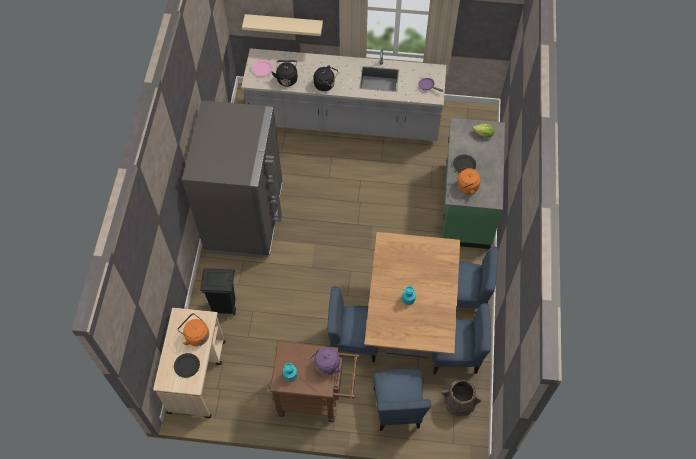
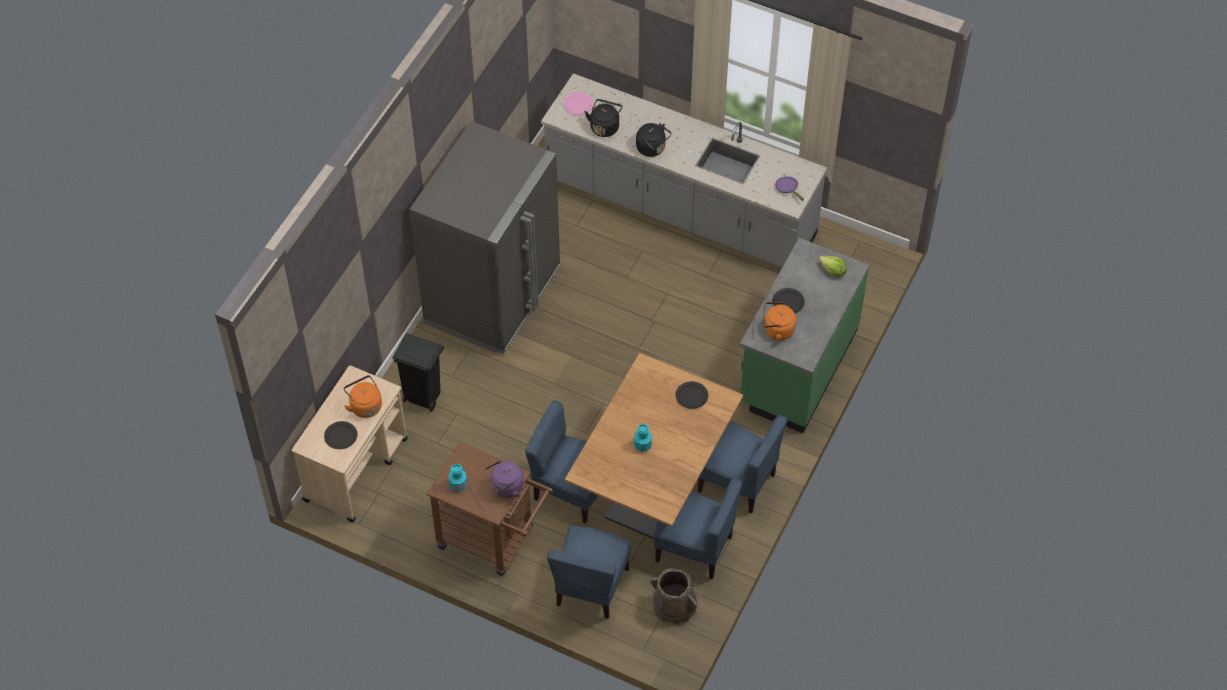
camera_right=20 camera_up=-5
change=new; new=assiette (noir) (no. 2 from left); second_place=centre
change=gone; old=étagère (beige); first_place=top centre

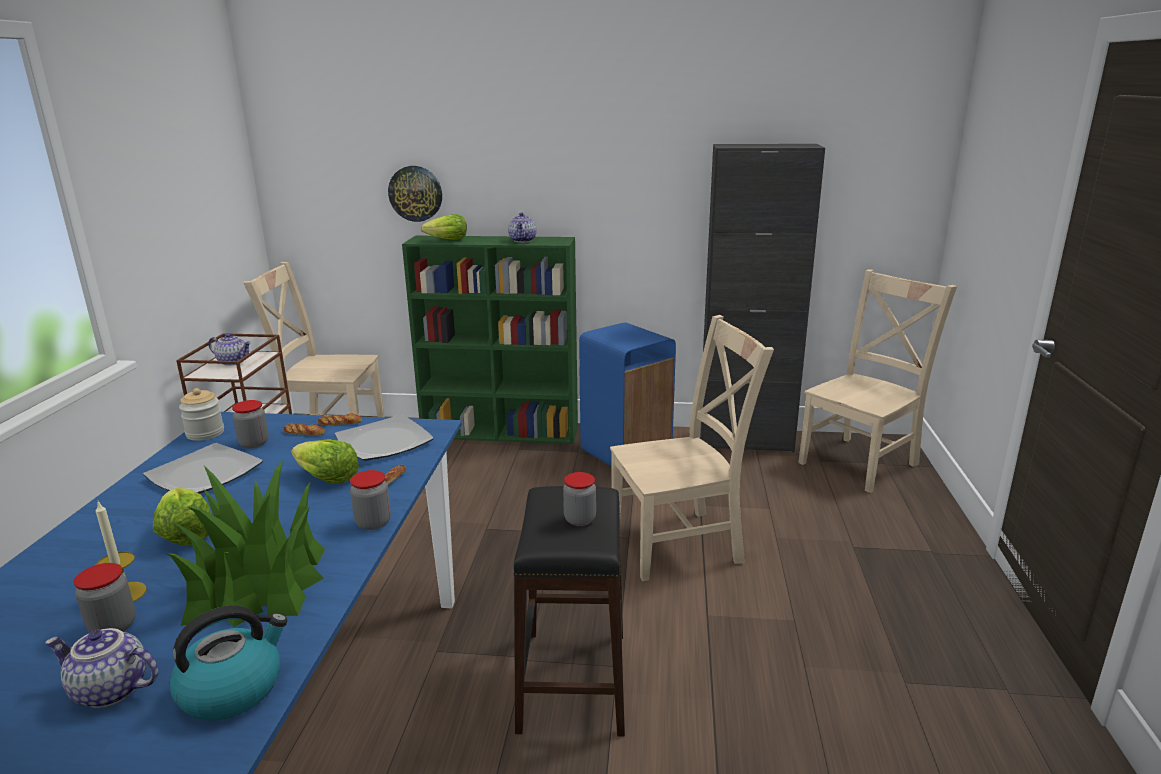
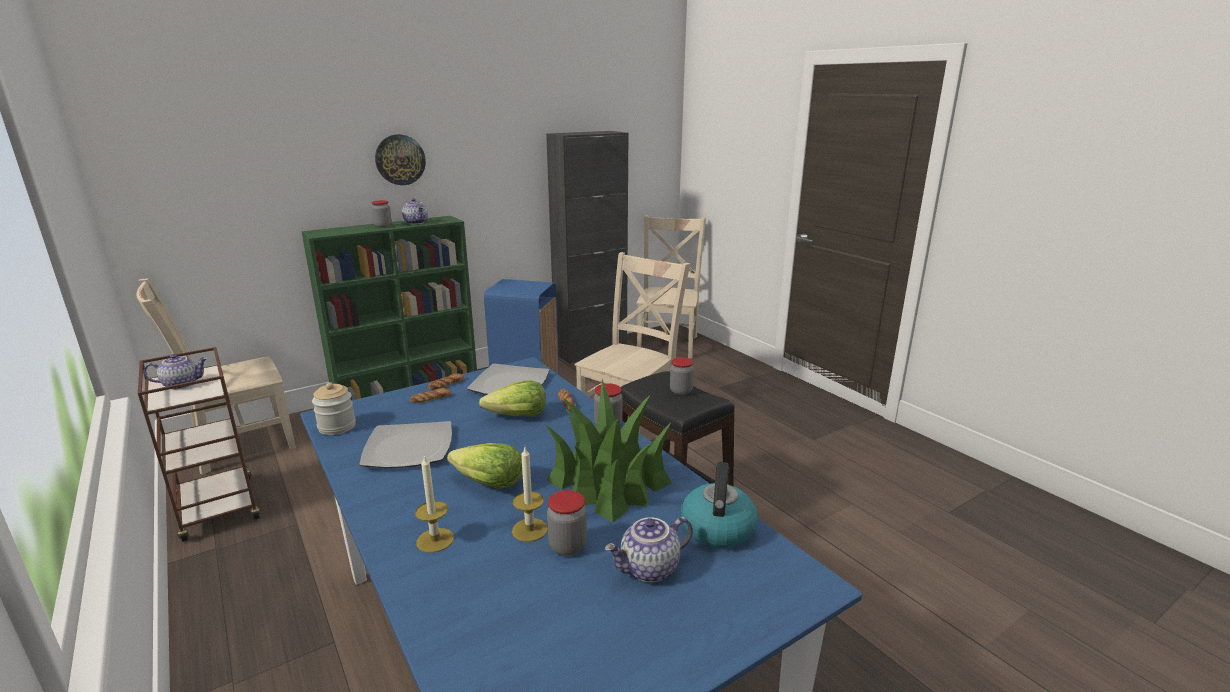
camera_right=-40 camera_up=0
change=shifted; old=bocal (no. 3 from left in the first image); new=bocal (no. 2 from left); first_place=middle left; second_place=top left
change=shifted; old=horloge murale; first_place=top centre; second_place=top left
change=new; new=bougie (no. 1 from left); second_place=bottom centre
change=gone; old=laitue (no. 3 from left); first_place=top centre

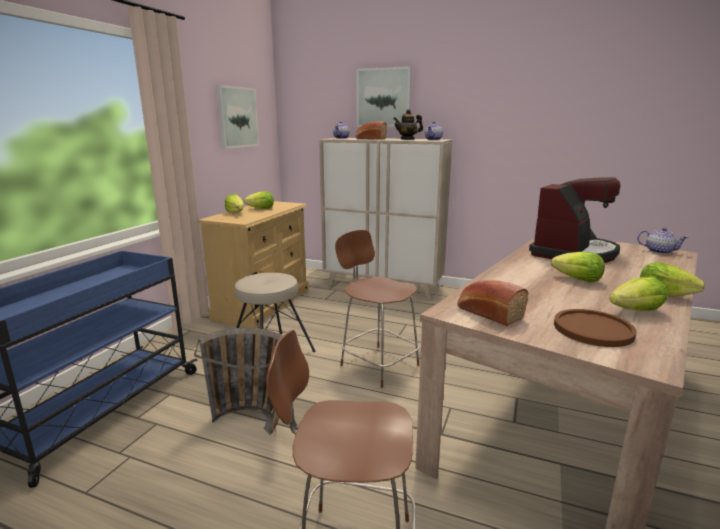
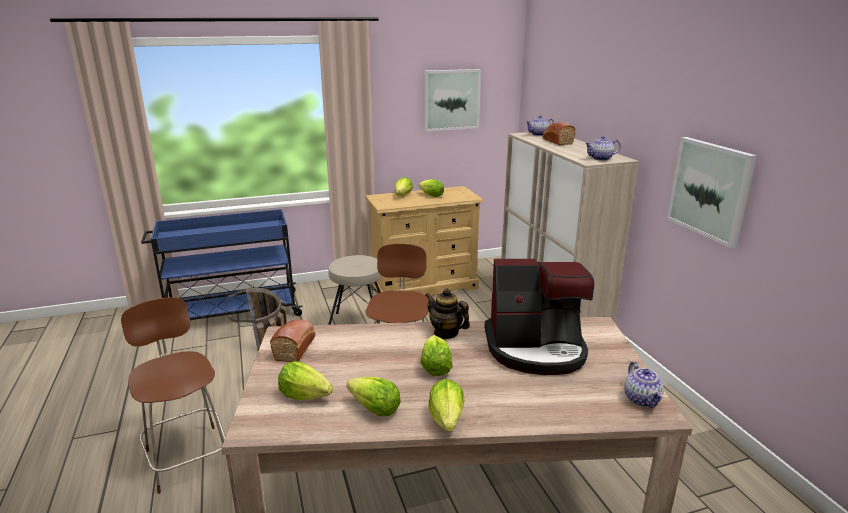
camera_right=50 camera_up=5
change=swapped; old=assiette (marron); new=laitue (no. 1 from left); first_place=middle right; second_place=bottom centre
change=shifted; old=théière (no. 2 from left in the first image); new=théière (no. 1 from left); first_place=top centre; second_place=centre
change=shifted; old=tableau (no. 2 from left); first_place=top centre; second_place=middle right

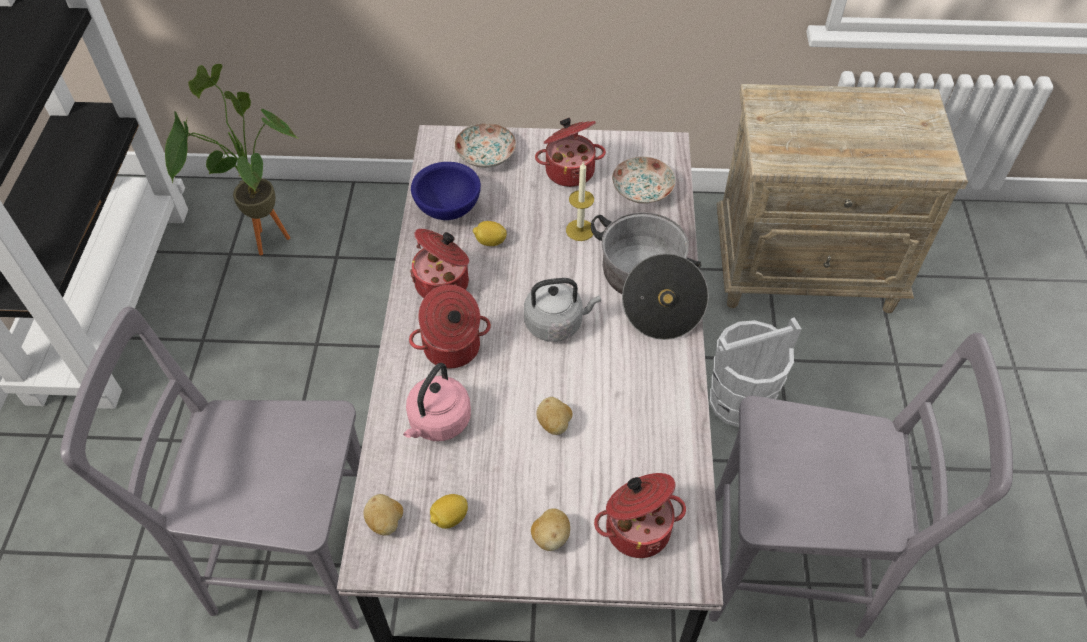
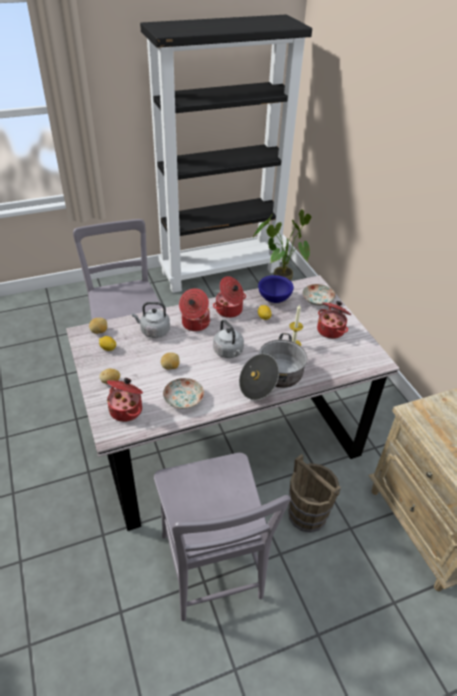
camera_right=65 camera_up=-10
change=repainted; old=bouilloire (rose); new=bouilloire (gris) (no. 1 from left); first_place=centre; second_place=middle left
change=shifted; old=assiette (no. 2 from left in the first image); new=assiette (no. 1 from left); first_place=top centre; second_place=centre
change=repainted; old=seau (blanc); new=seau (marron); first_place=middle right; second_place=bottom right

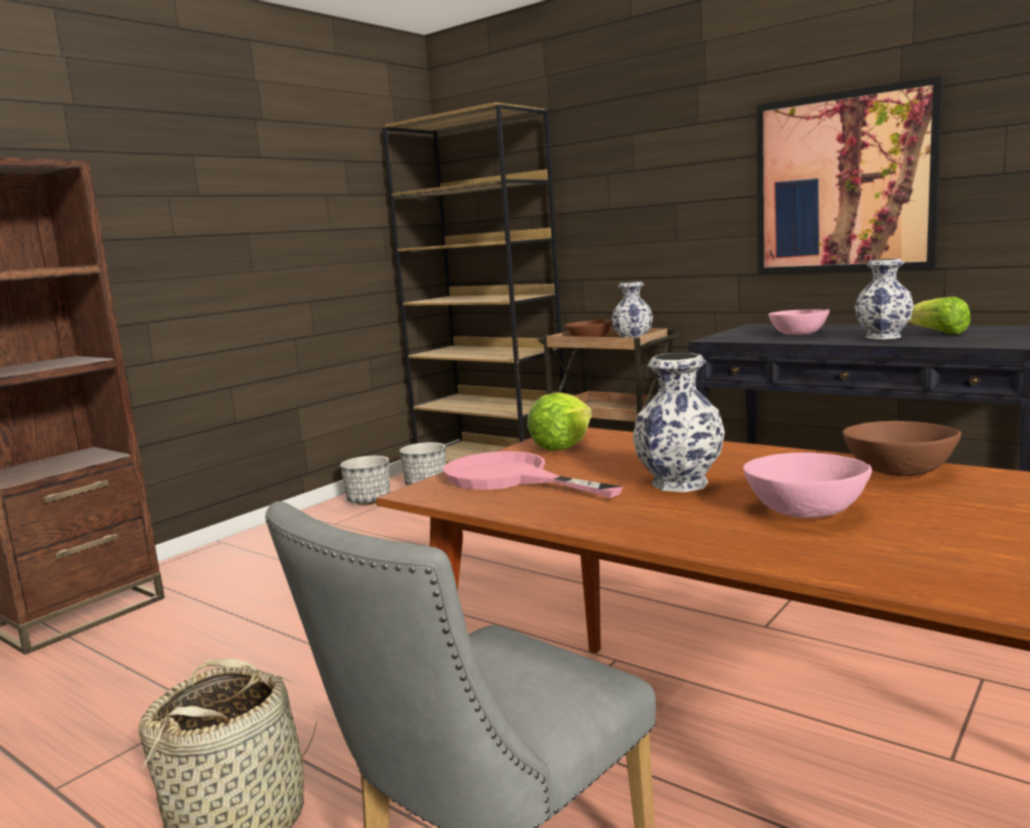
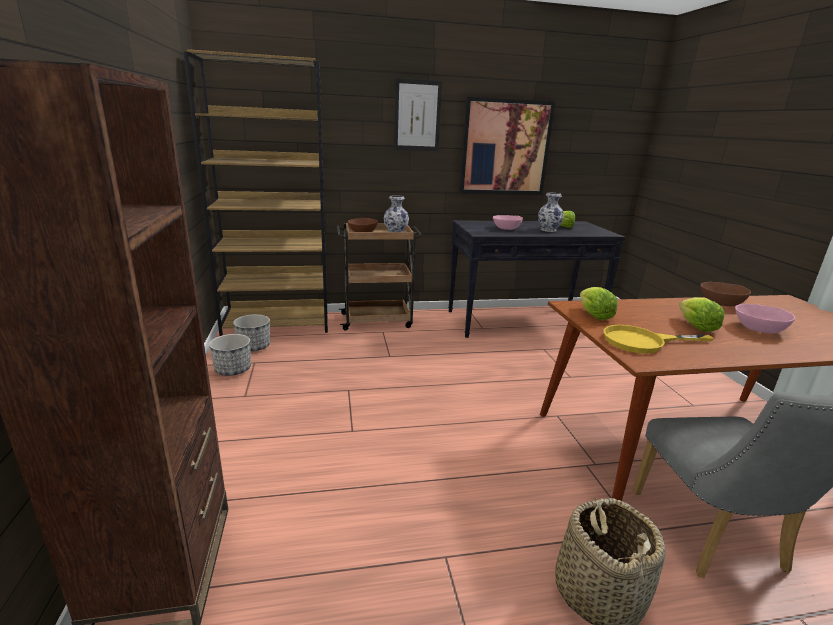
camera_right=-50 camera_up=10
change=new; new=tableau (no. 1 from left); second_place=top centre
change=repainted; old=poêle (rose); new=poêle (jaune); first_place=centre; second_place=middle right
change=swapped; old=vase (no. 2 from left); new=laitue (no. 3 from left); first_place=centre; second_place=middle right

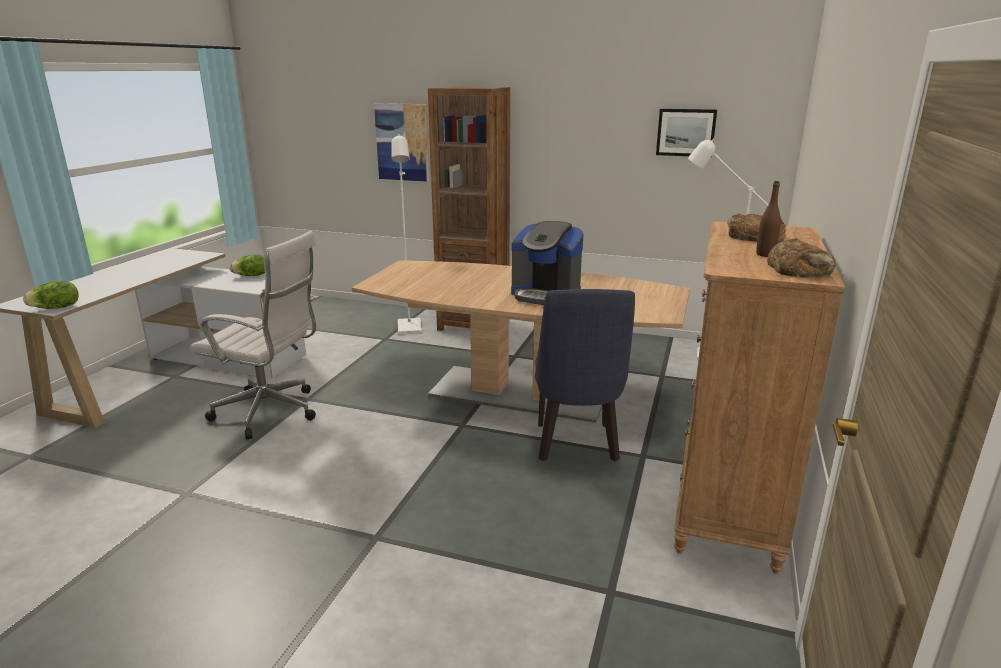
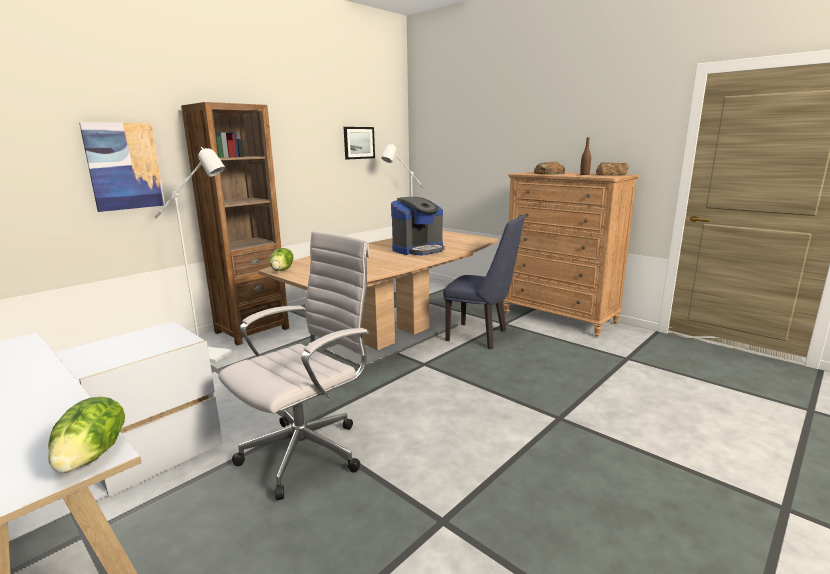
camera_right=-65 camera_up=-5
change=shifted; old=laitue (no. 2 from left); first_place=middle left; second_place=centre

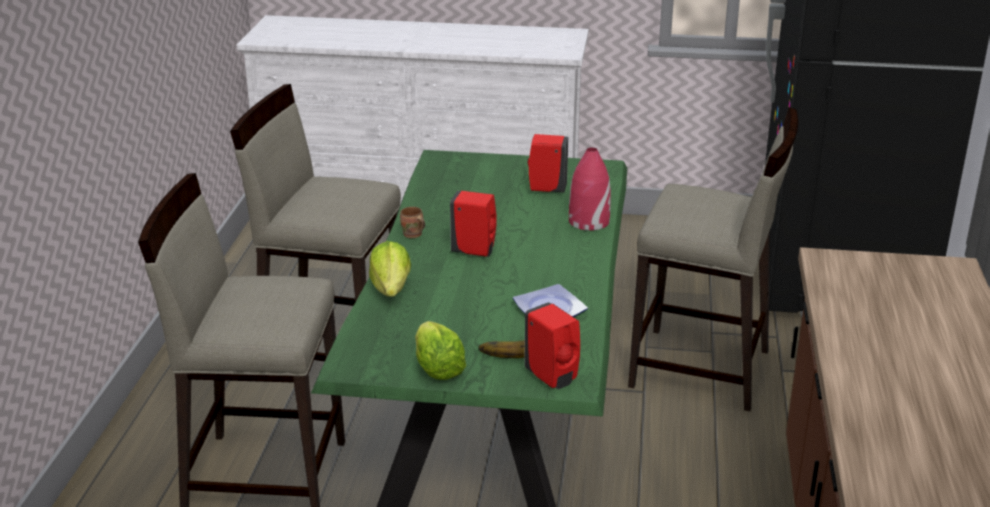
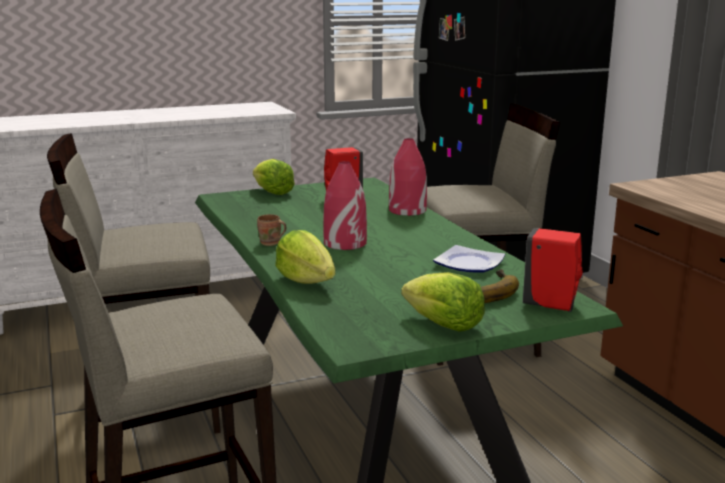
camera_right=-30 camera_up=-10
change=new; new=laitue (no. 1 from left); second_place=centre
change=swapped; old=distributeur de savon (rouge) (no. 1 from left); new=vase (rouge) (no. 1 from left); first_place=centre; second_place=centre

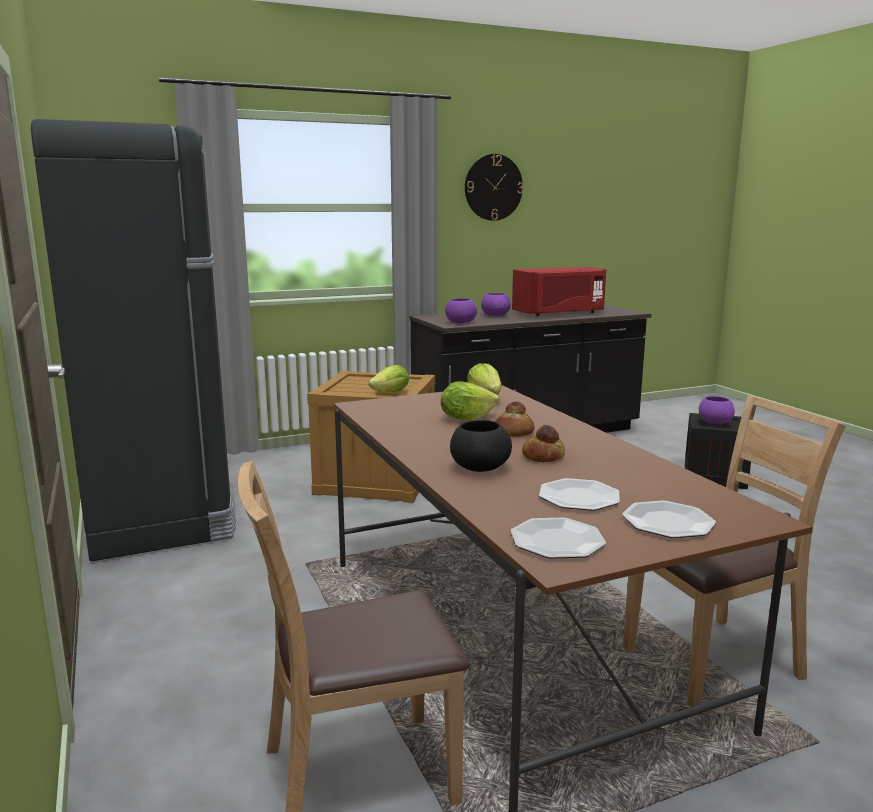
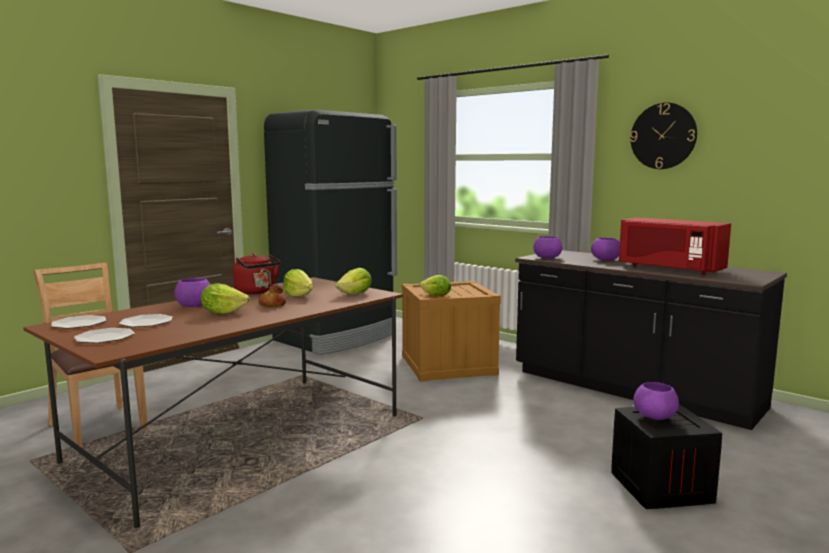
camera_right=65 camera_up=-5
change=repainted; old=bol (noir); new=bol (violet) (no. 1 from left); first_place=centre; second_place=middle left
change=swapped; old=pain (no. 2 from left); new=laitue (no. 1 from left); first_place=centre; second_place=middle left
change=new; new=bouilloire (rouge); second_place=middle left
change=gone; old=chaise (marron) (no. 2 from left); first_place=bottom right

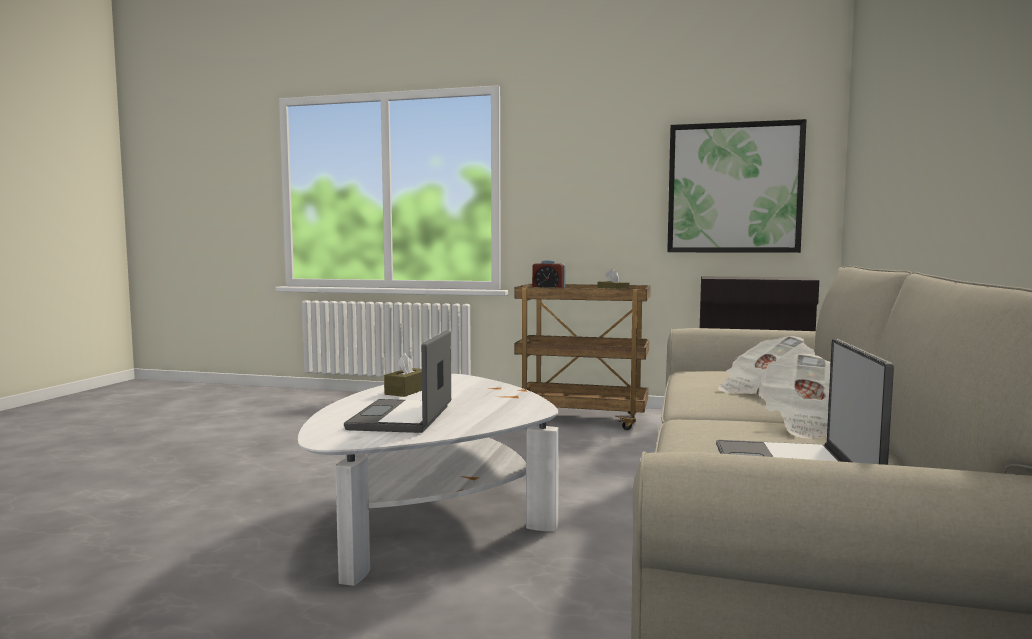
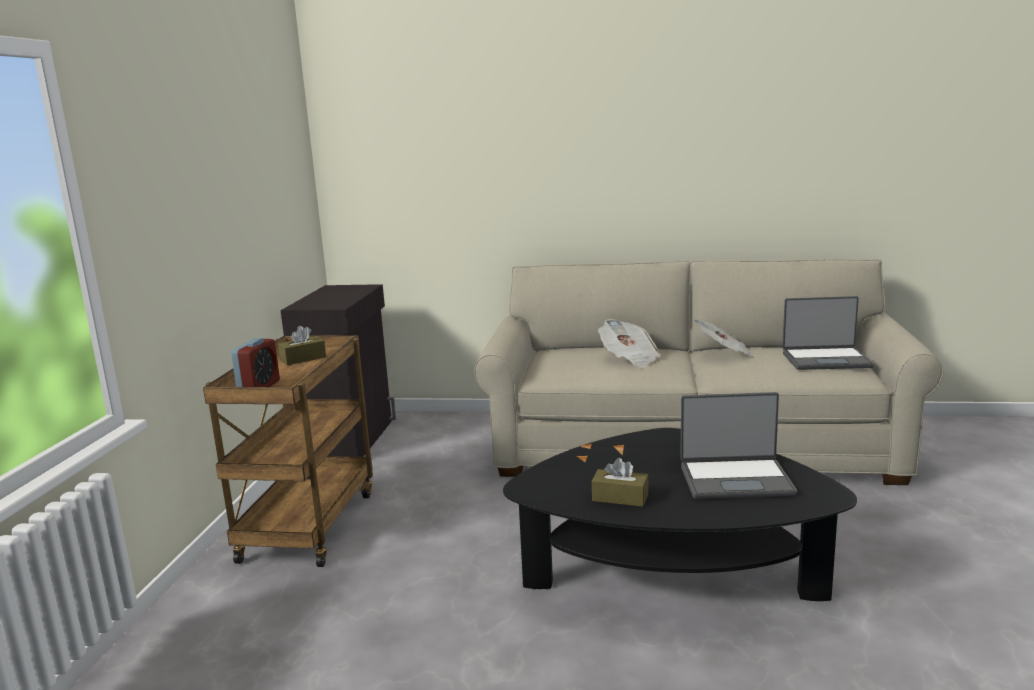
camera_right=-95 camera_up=10
change=repainted; old=table basse (blanc); new=table basse (noir); first_place=bottom centre; second_place=bottom centre
change=gone; old=tableau; first_place=top right

